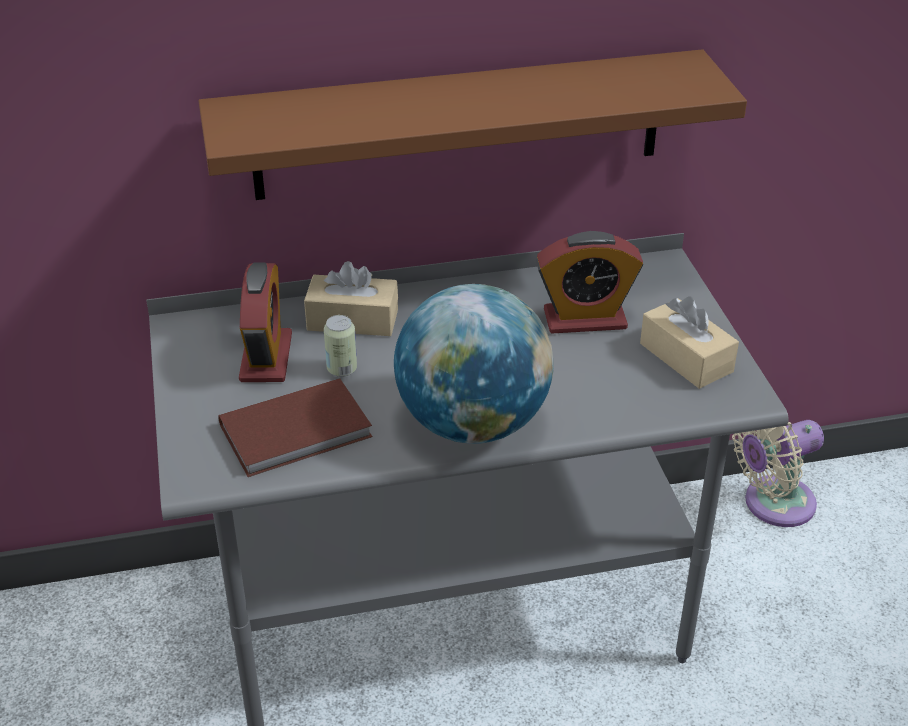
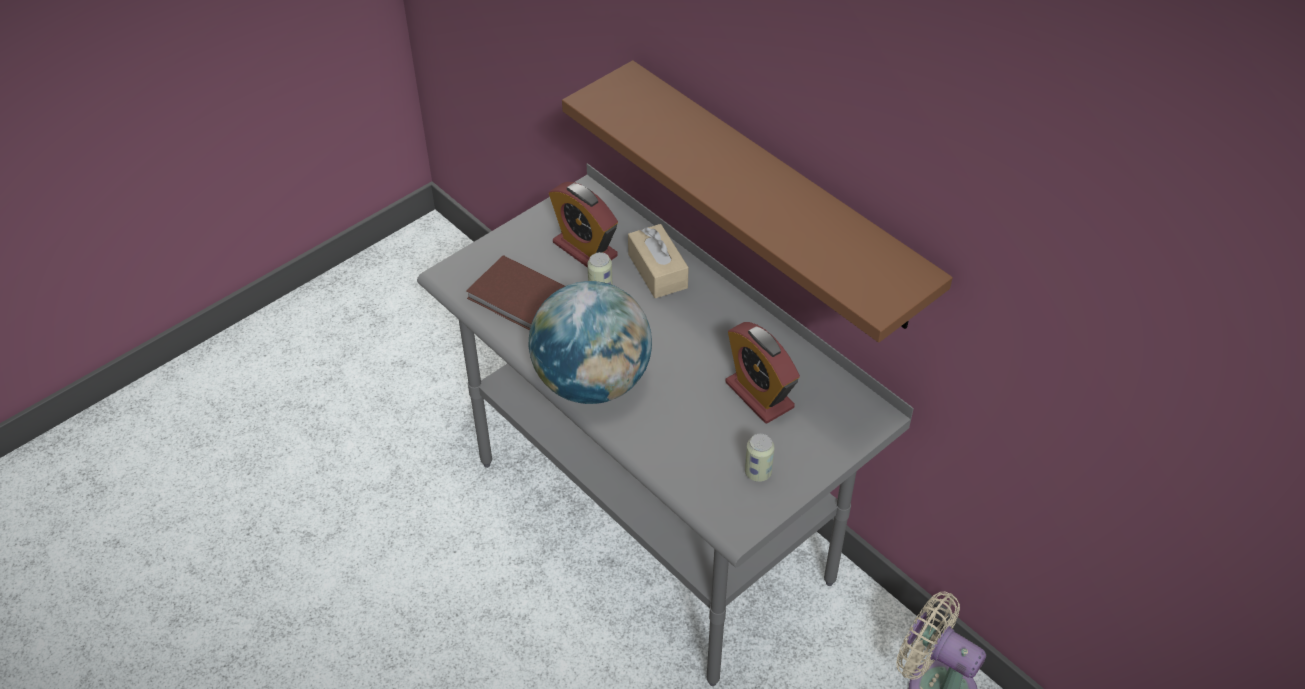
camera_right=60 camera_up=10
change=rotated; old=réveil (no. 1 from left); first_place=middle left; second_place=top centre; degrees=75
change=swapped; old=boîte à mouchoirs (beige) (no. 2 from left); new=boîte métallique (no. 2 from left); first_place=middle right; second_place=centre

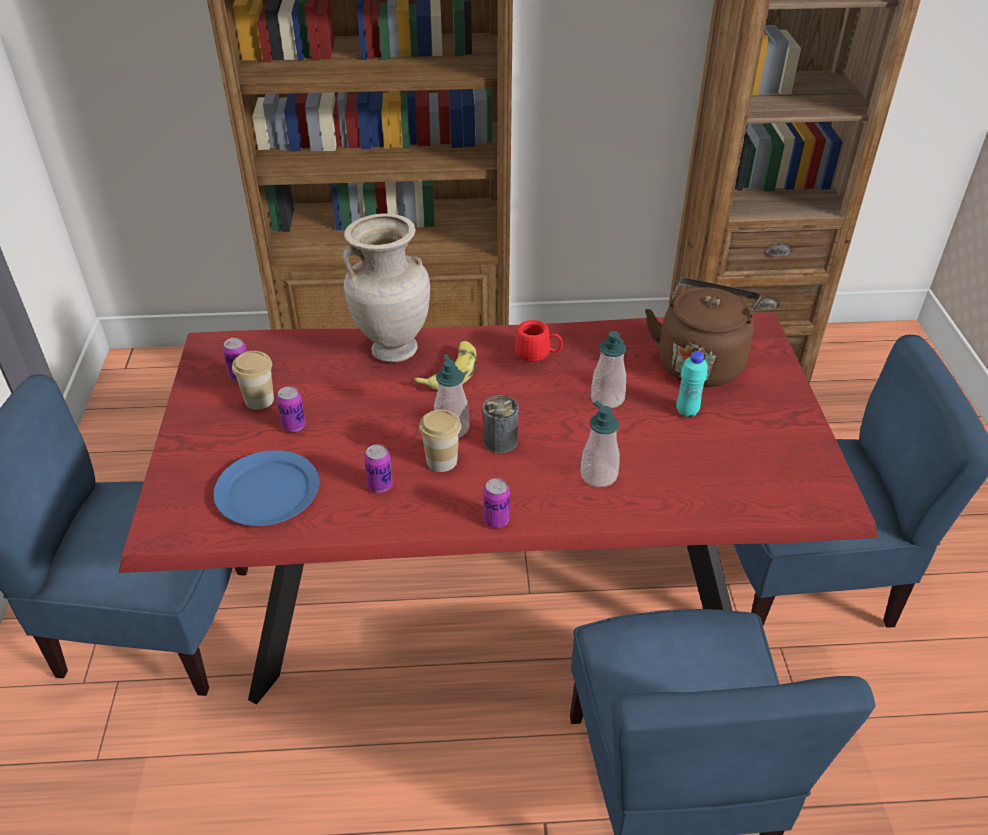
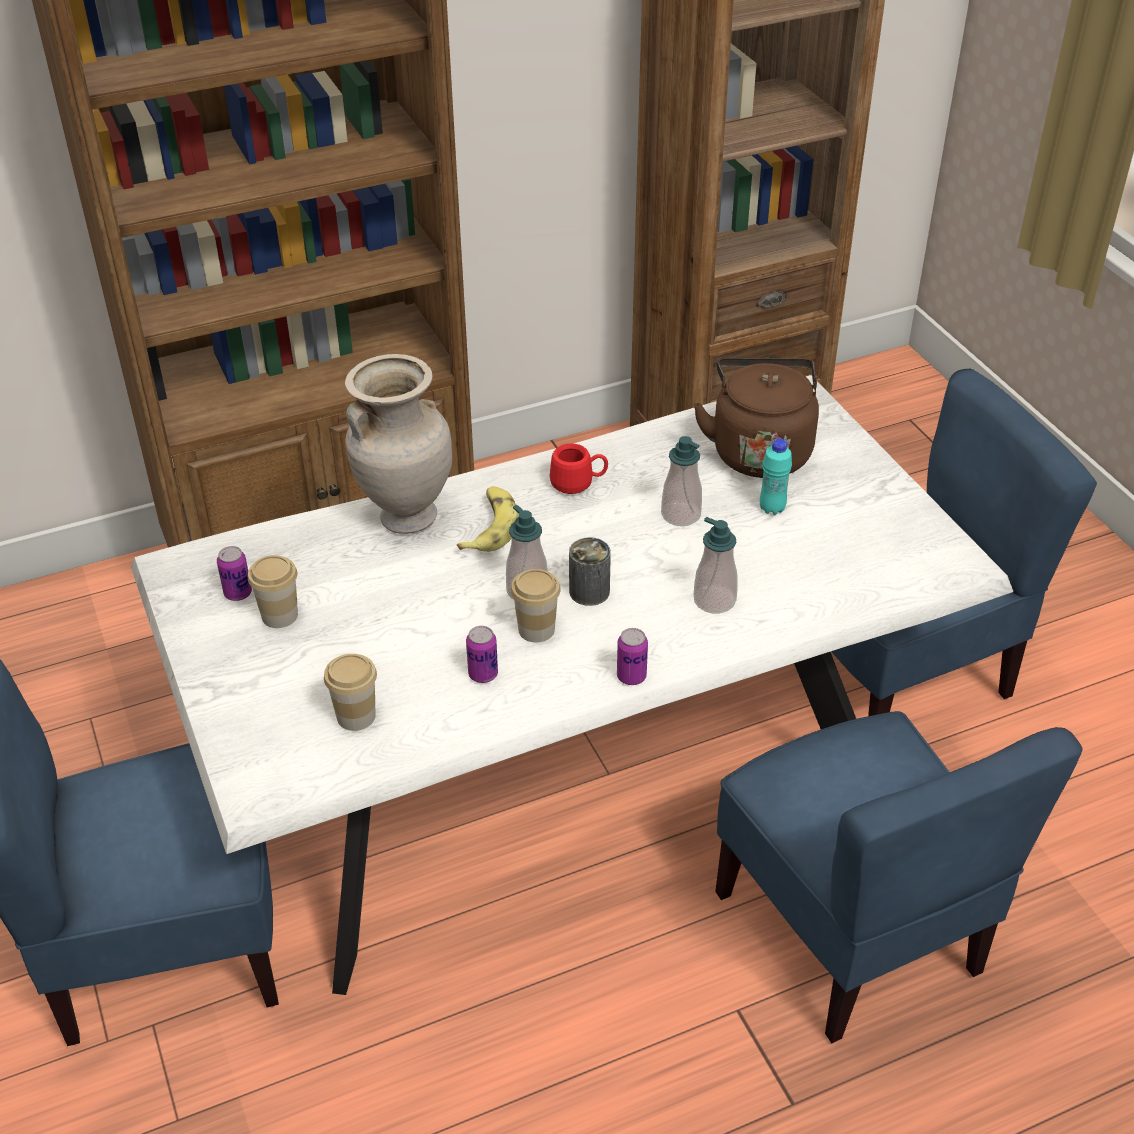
camera_right=-20 camera_up=0
change=repainted; old=table à manger (rouge); new=table à manger (blanc); first_place=centre; second_place=centre
change=swapped; old=assiette (bleu); new=tasse (no. 2 from left); first_place=middle left; second_place=middle left
change=gone; old=boîte métallique (no. 2 from left); first_place=middle left

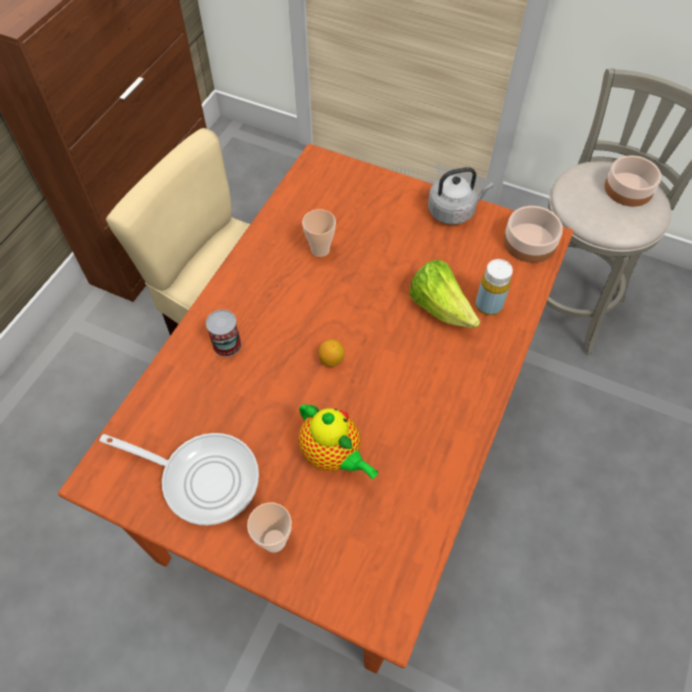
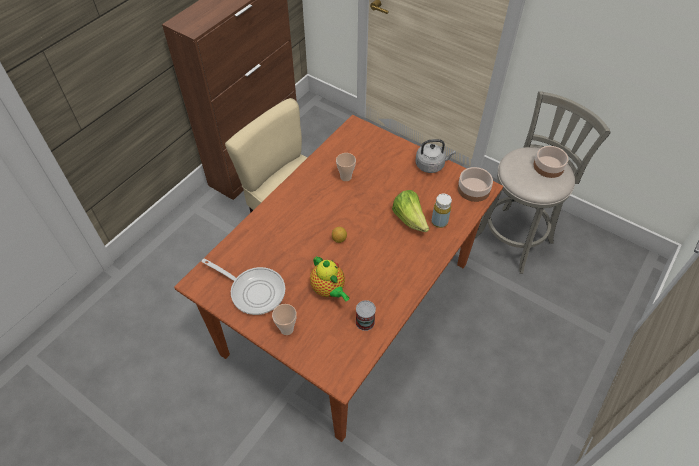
camera_right=10 camera_up=-5
change=shifted; old=boîte métallique; first_place=middle left; second_place=bottom centre

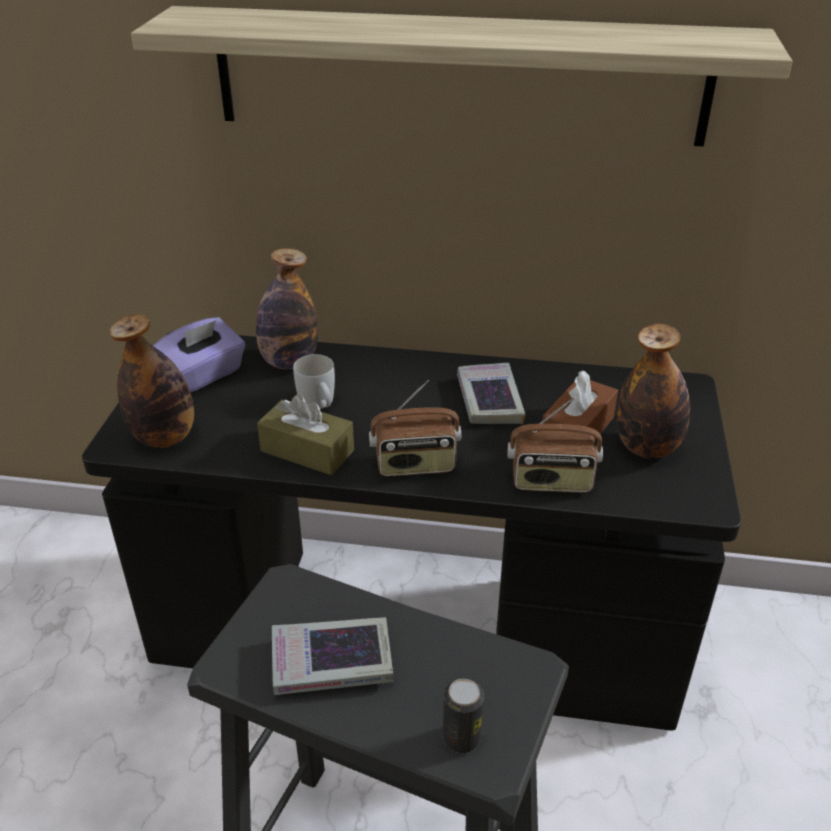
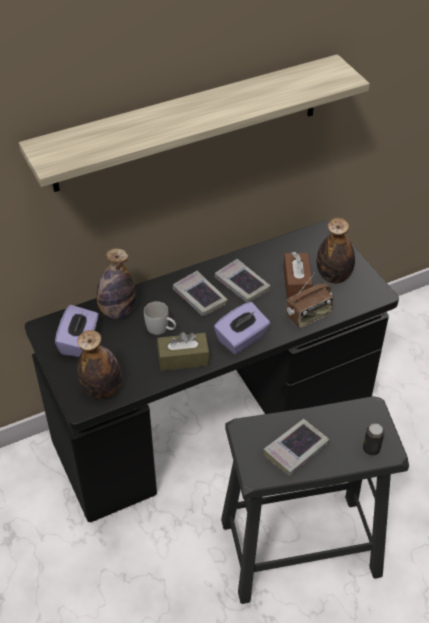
camera_right=-35 camera_up=10
change=new; new=livre (no. 1 from left); second_place=centre
change=swapped; old=radio (no. 1 from left); new=boîte à mouchoirs (violet) (no. 2 from left); first_place=centre; second_place=centre

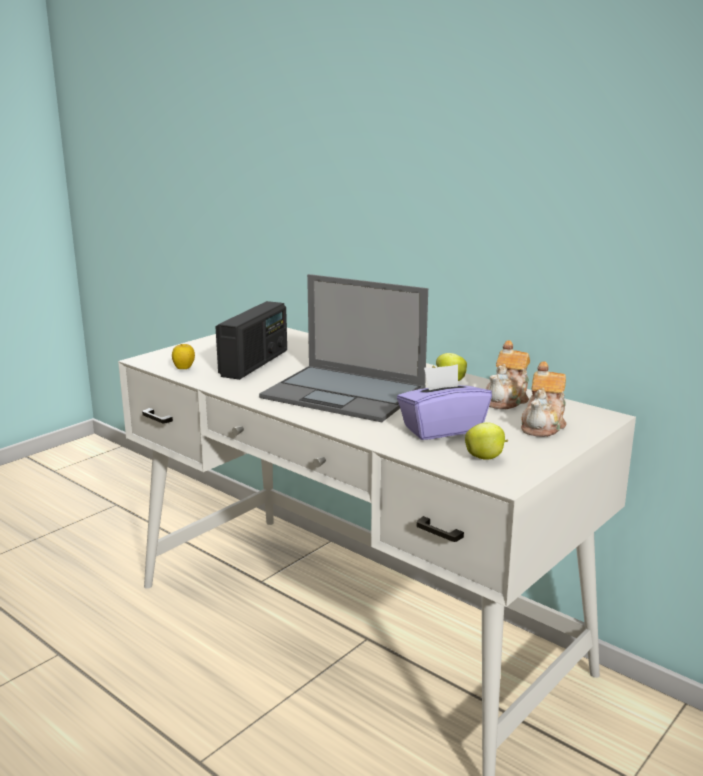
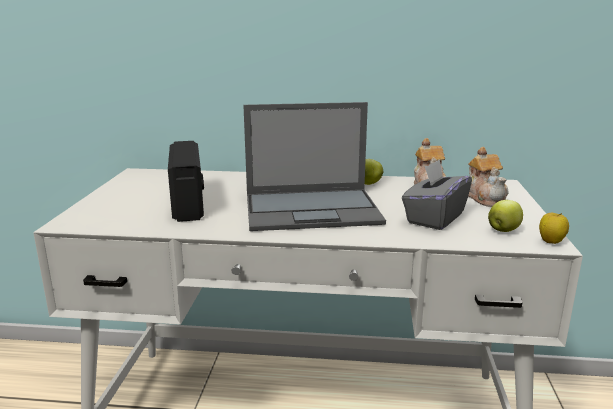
camera_right=-35 camera_up=0
change=repainted; old=boîte à mouchoirs (violet); new=boîte à mouchoirs (gris); first_place=centre; second_place=middle right
change=shifted; old=pomme (no. 1 from left in the first image); new=pomme (no. 3 from left); first_place=middle left; second_place=middle right

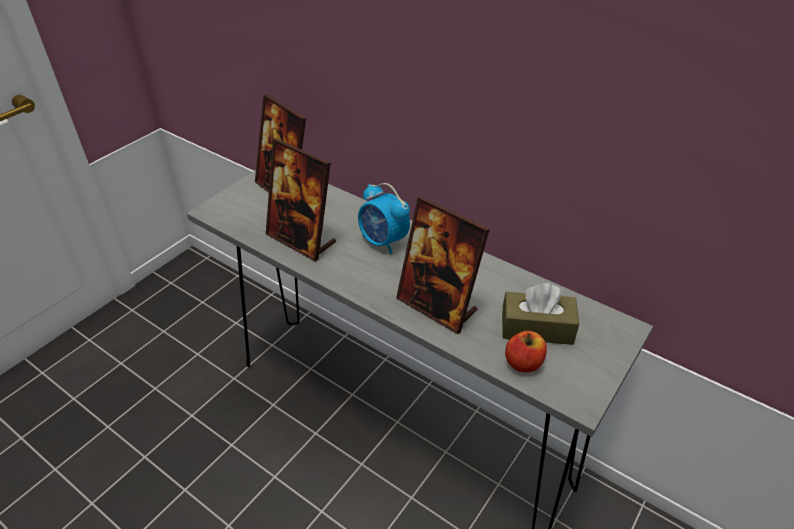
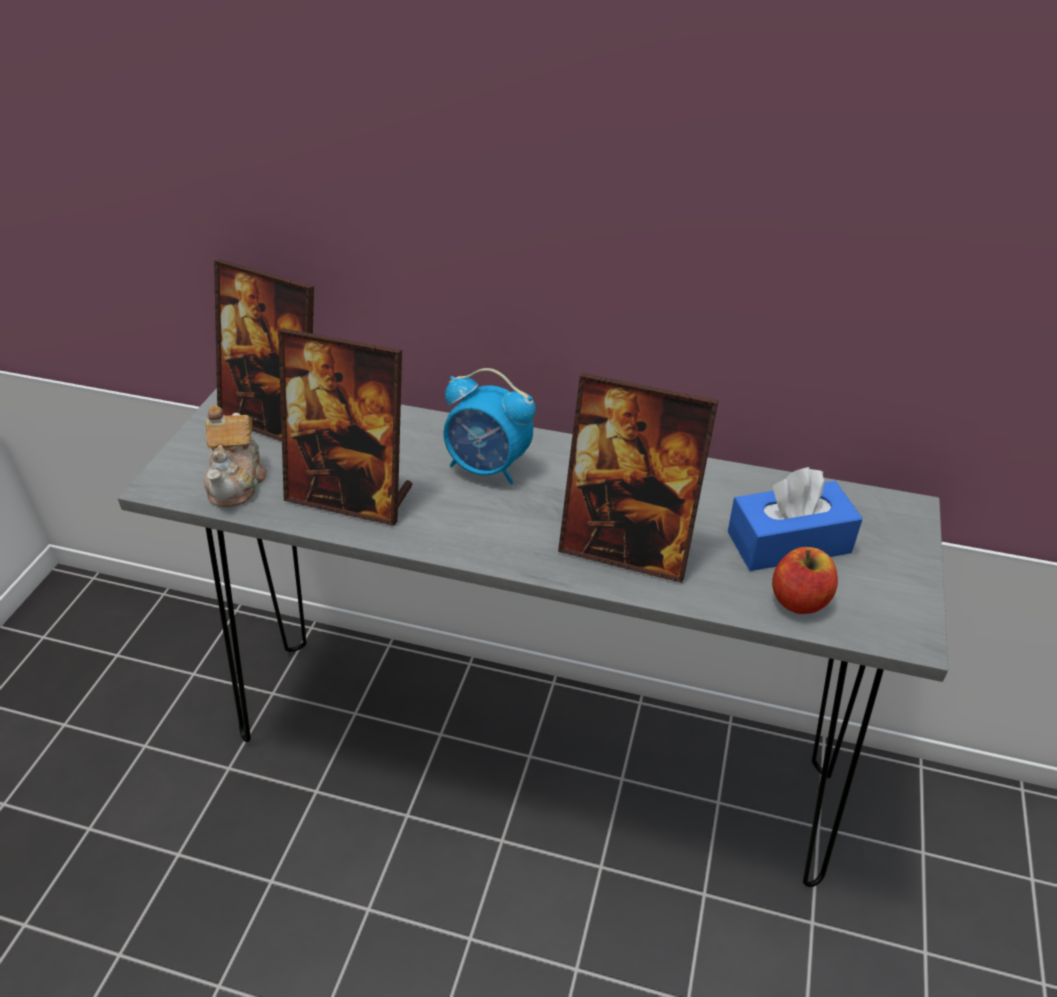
camera_right=-20 camera_up=0
change=new; new=théière; second_place=middle left
change=repainted; old=boîte à mouchoirs (marron); new=boîte à mouchoirs (bleu); first_place=middle right; second_place=middle right

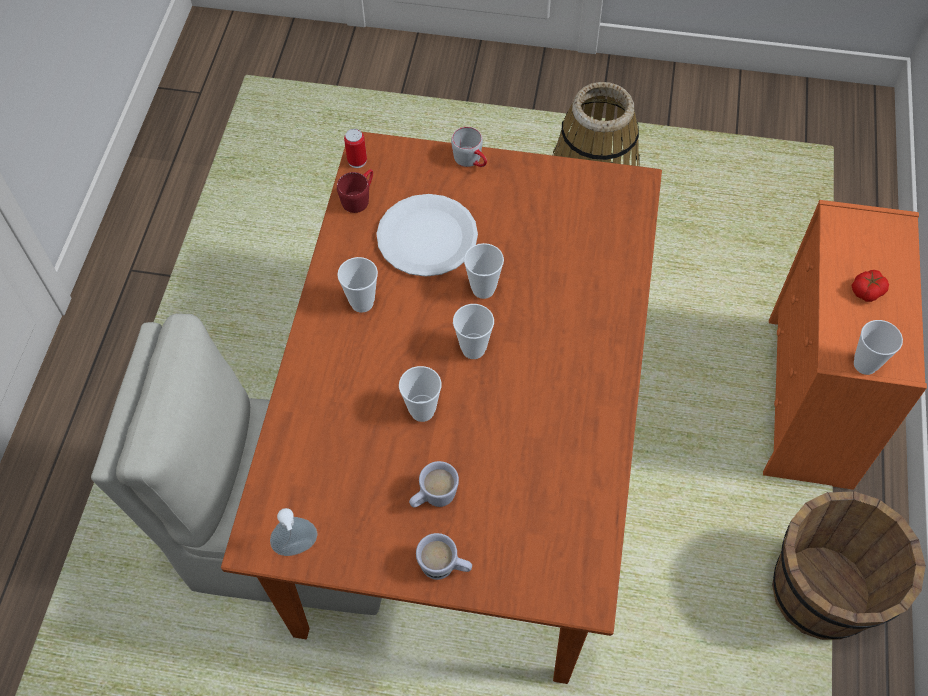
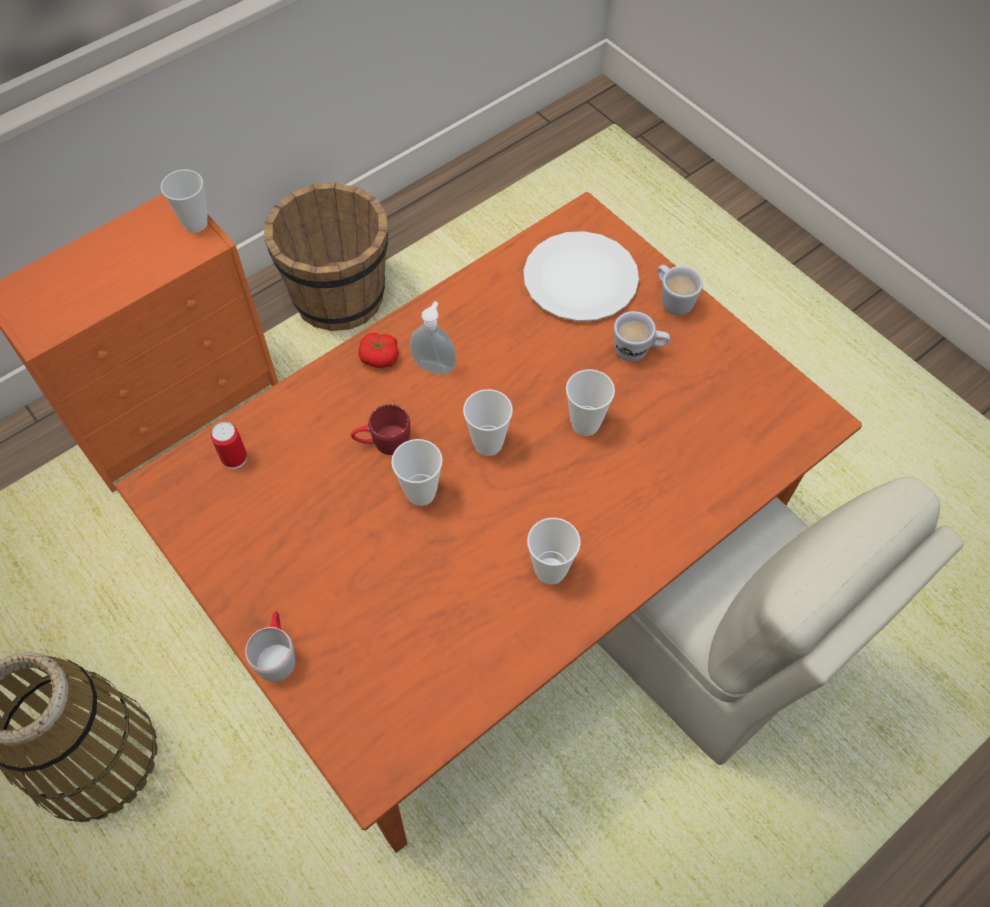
camera_right=-140 camera_up=0
change=shifted; old=boîte métallique; first_place=top centre; second_place=middle left
change=shifted; old=mug (rouge); first_place=top centre; second_place=centre
change=shifted; old=tomate; first_place=middle right; second_place=centre
change=shifted; old=distributeur de savon; first_place=bottom left; second_place=centre
change=shifted; old=assiette (blanc); first_place=centre; second_place=top centre

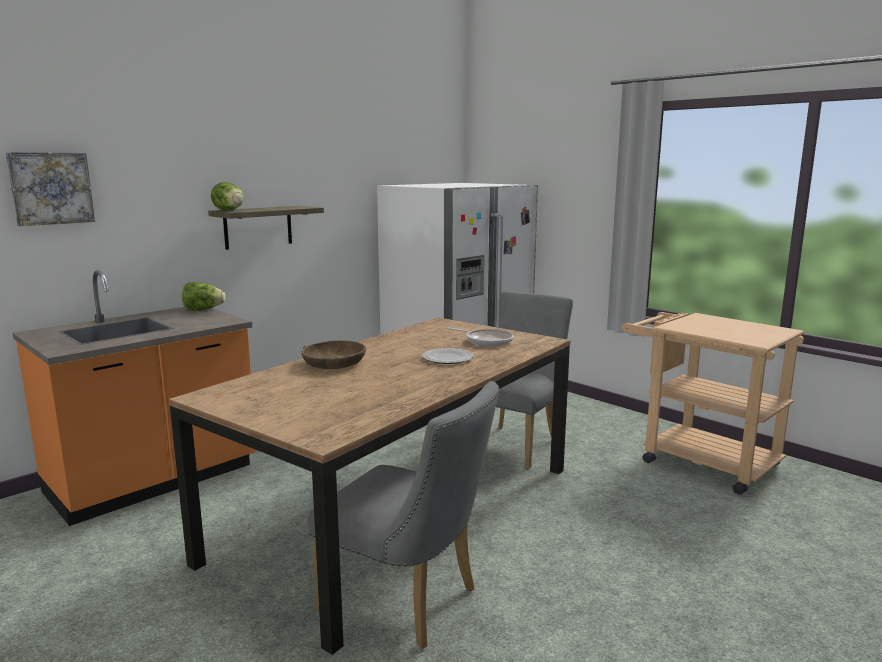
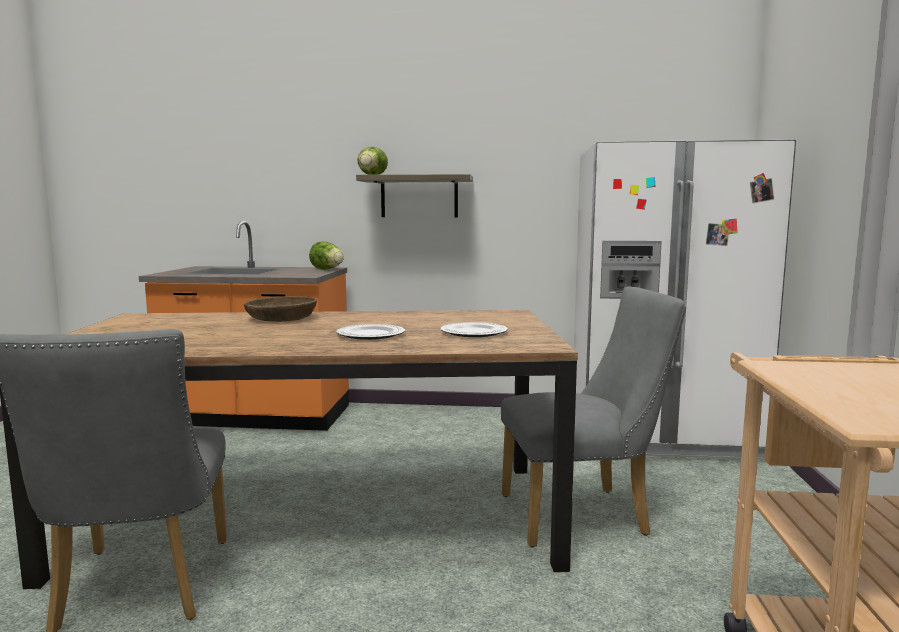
camera_right=50 camera_up=-5
change=swapped; old=poêle; new=assiette (no. 2 from left); first_place=centre; second_place=centre
change=gone; old=tableau; first_place=top left

